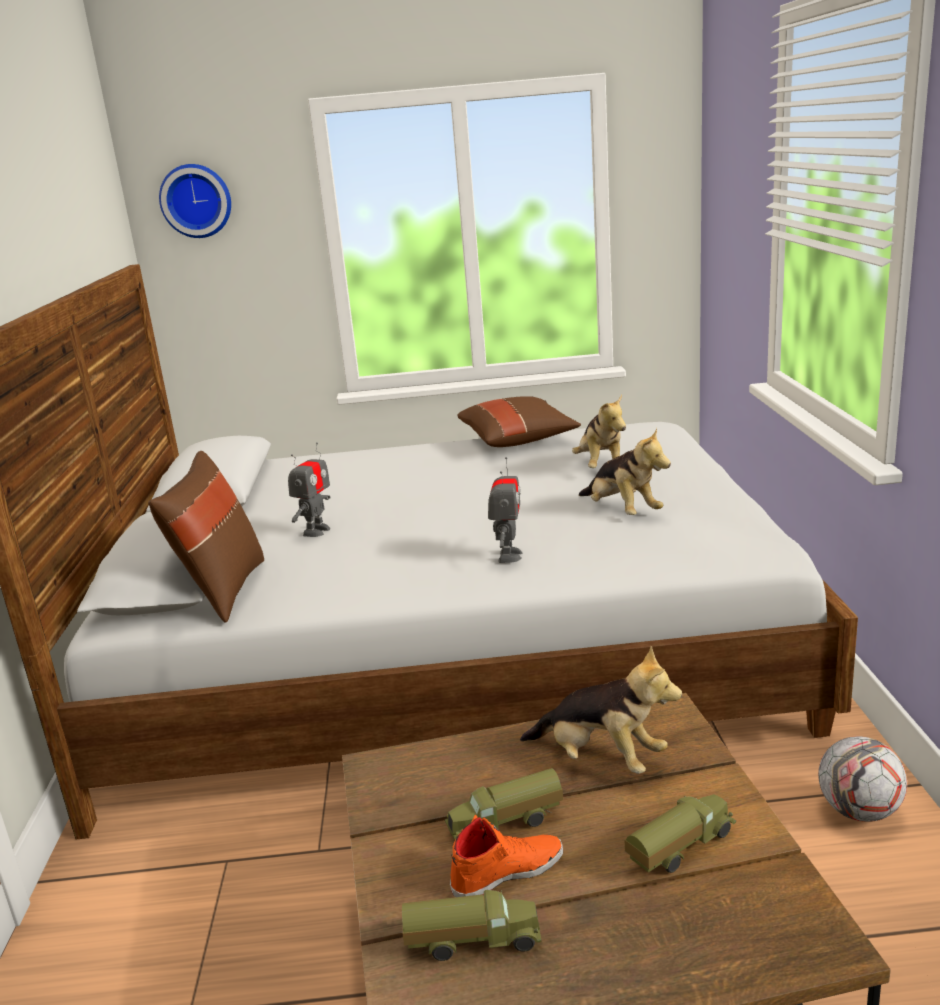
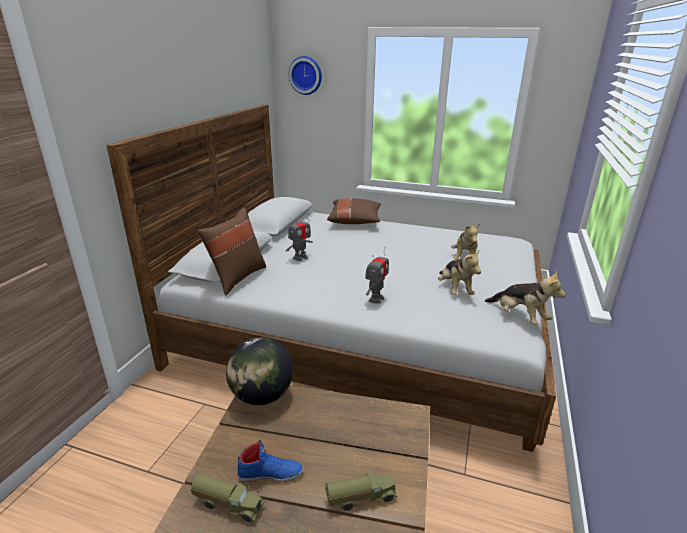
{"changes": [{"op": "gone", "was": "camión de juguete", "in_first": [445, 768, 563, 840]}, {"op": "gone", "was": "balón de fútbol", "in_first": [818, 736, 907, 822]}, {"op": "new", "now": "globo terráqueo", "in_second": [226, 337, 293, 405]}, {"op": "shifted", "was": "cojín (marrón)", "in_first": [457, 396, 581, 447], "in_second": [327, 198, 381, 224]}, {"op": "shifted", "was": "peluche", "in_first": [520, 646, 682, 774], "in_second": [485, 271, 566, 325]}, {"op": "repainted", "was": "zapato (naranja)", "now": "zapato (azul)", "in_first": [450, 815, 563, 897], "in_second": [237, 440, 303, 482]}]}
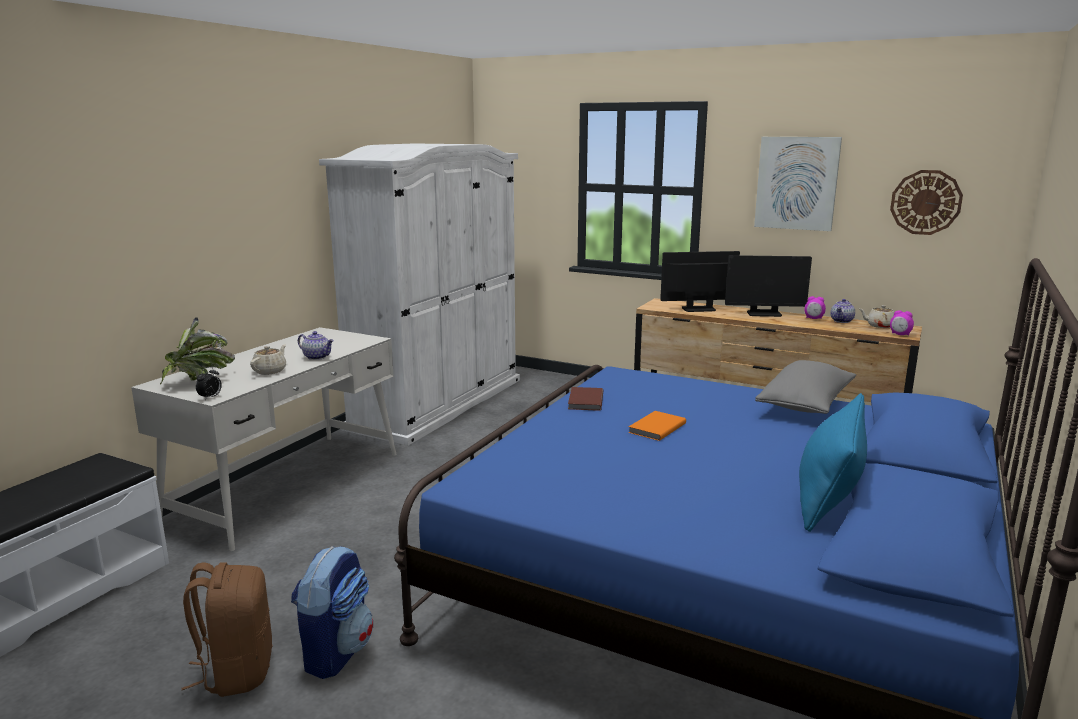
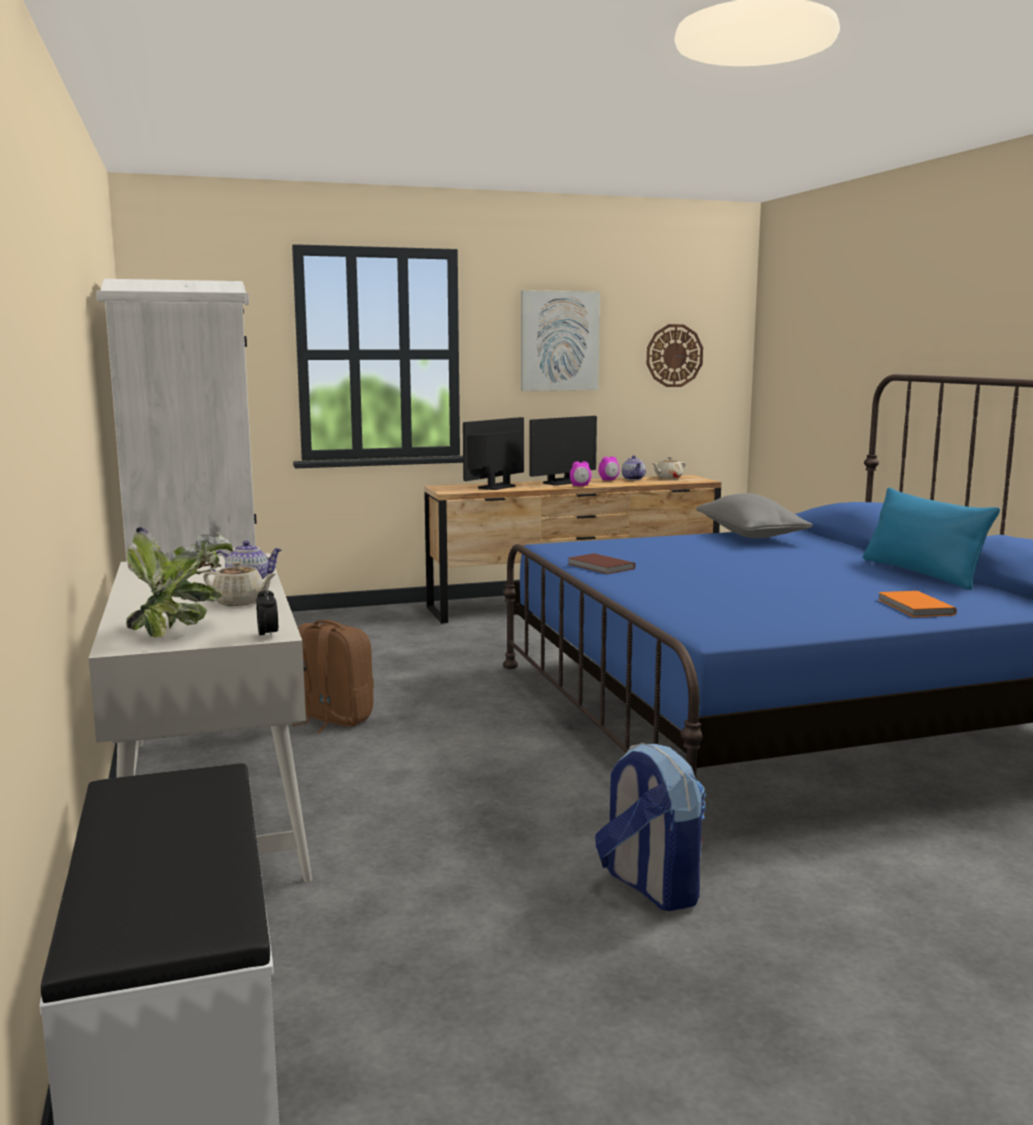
{"changes": [{"op": "shifted", "was": "mochila (marrón)", "in_first": [181, 562, 273, 697], "in_second": [291, 620, 374, 733]}, {"op": "shifted", "was": "libro (naranja)", "in_first": [628, 411, 686, 441], "in_second": [878, 591, 957, 617]}, {"op": "shifted", "was": "despertador", "in_first": [890, 310, 914, 335], "in_second": [570, 461, 592, 486]}, {"op": "rotated", "was": "tetera (beis)", "in_first": [250, 344, 286, 375], "in_second": [203, 561, 276, 606], "clockwise": 135}]}
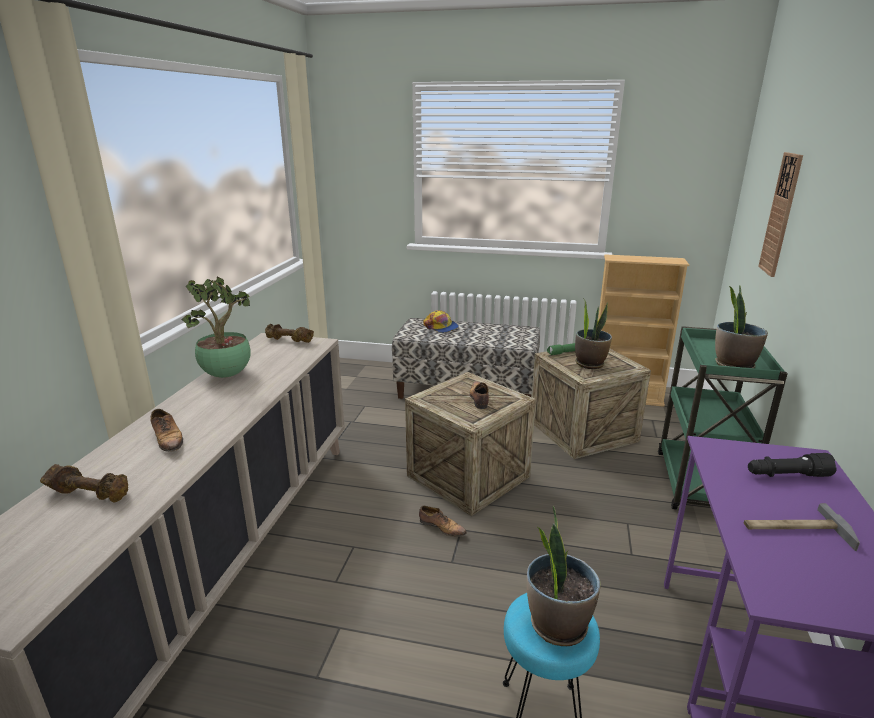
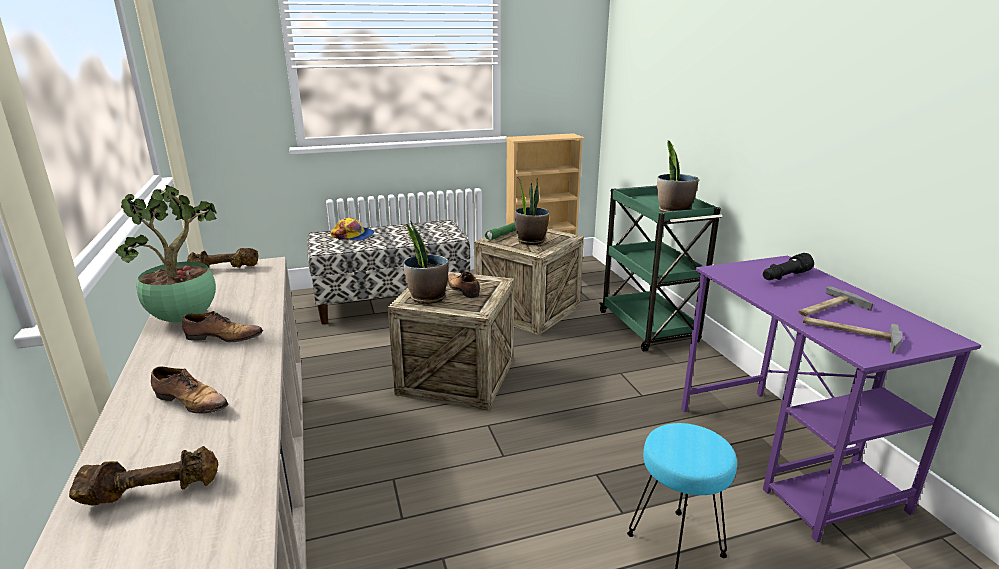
{"changes": [{"op": "gone", "was": "reloj de pared", "in_first": [758, 152, 803, 277]}, {"op": "new", "now": "martillo", "in_second": [803, 317, 903, 354]}, {"op": "shifted", "was": "zapato", "in_first": [419, 506, 467, 537], "in_second": [182, 311, 263, 342]}, {"op": "shifted", "was": "planta en maceta", "in_first": [527, 506, 601, 646], "in_second": [403, 220, 449, 304]}]}
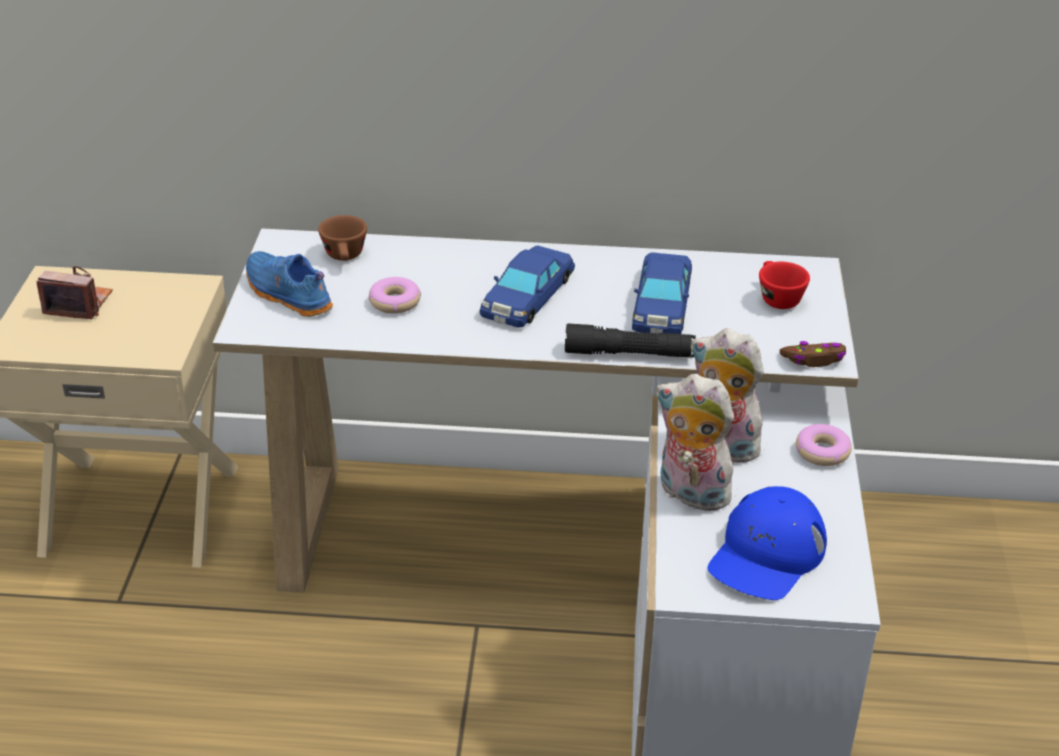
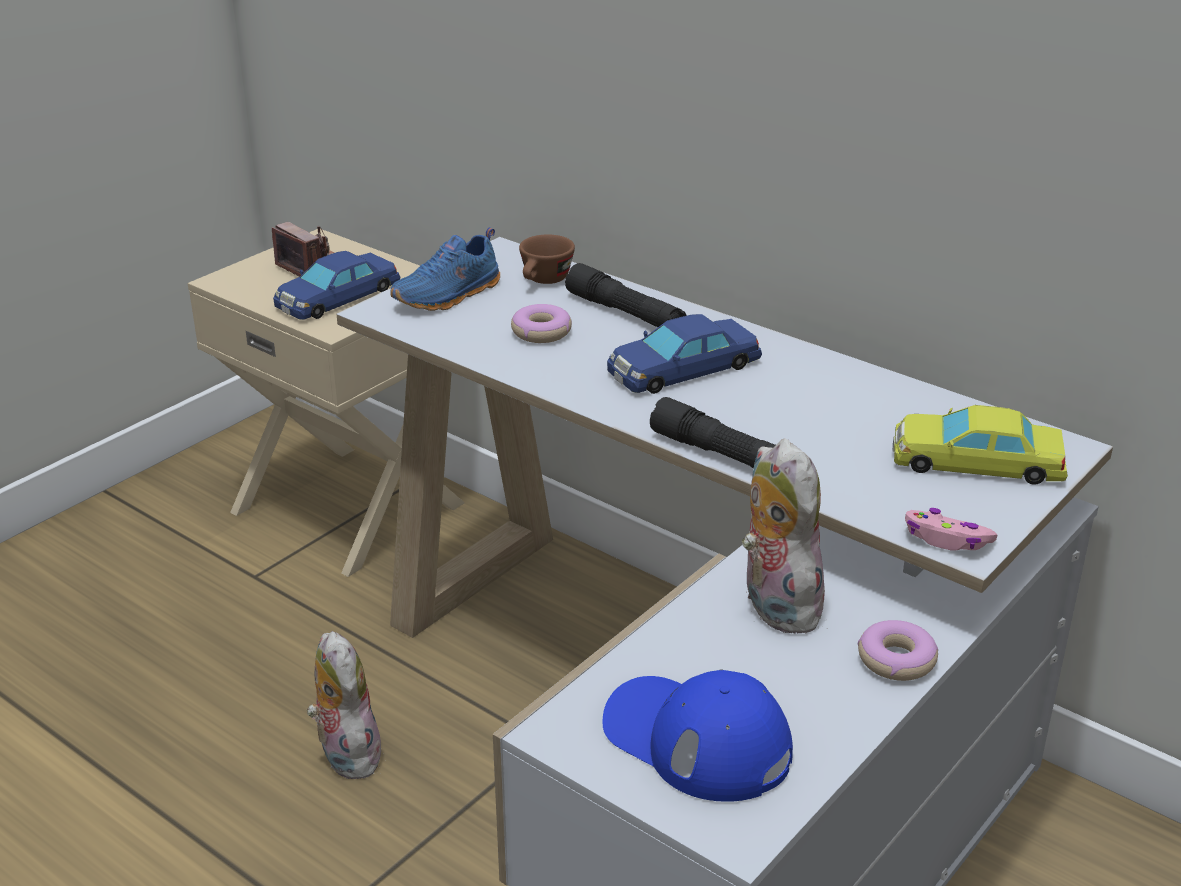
{"changes": [{"op": "new", "now": "linterna (negro)", "in_second": [565, 263, 686, 327]}, {"op": "shifted", "was": "coche de juguete (azul)", "in_first": [632, 252, 692, 334], "in_second": [273, 251, 400, 320]}, {"op": "shifted", "was": "peluche", "in_first": [656, 374, 740, 511], "in_second": [307, 631, 381, 779]}, {"op": "swapped", "was": "taza (rojo)", "now": "coche de juguete (amarillo)", "in_first": [759, 261, 810, 309], "in_second": [893, 405, 1068, 485]}, {"op": "repainted", "was": "mando de consola (marrón)", "now": "mando de consola (rosa)", "in_first": [780, 341, 846, 367], "in_second": [905, 508, 997, 551]}, {"op": "rotated", "was": "zapato (azul)", "in_first": [246, 251, 333, 317], "in_second": [390, 227, 500, 311], "clockwise": -120}, {"op": "rotated", "was": "gorra (azul)", "in_first": [708, 486, 827, 600], "in_second": [603, 670, 793, 802], "clockwise": 60}]}
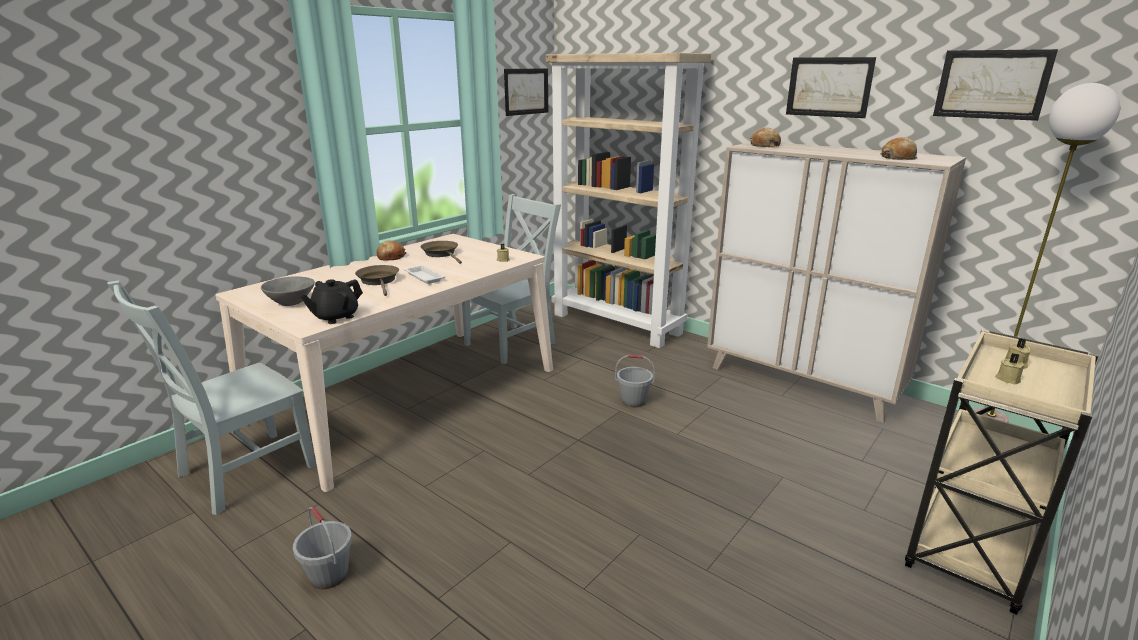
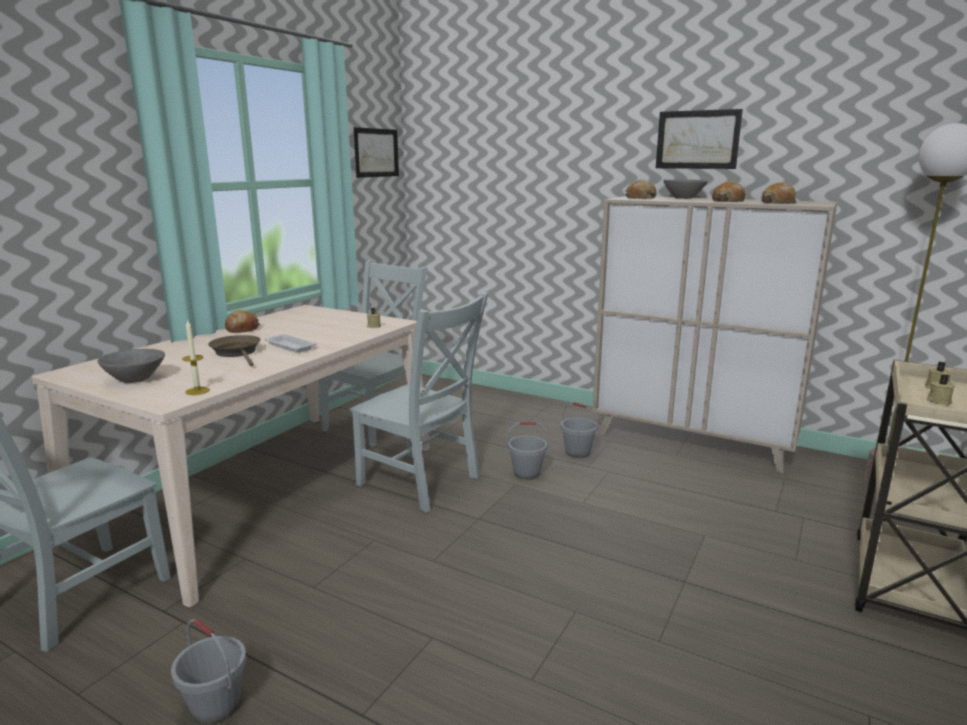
{"changes": [{"op": "gone", "was": "sartén (marrón)", "in_first": [421, 241, 462, 264]}, {"op": "gone", "was": "estantería (beis)", "in_first": [546, 53, 711, 348]}, {"op": "gone", "was": "cuadro", "in_first": [933, 49, 1058, 121]}, {"op": "new", "now": "silla (gris)", "in_second": [350, 293, 488, 512]}, {"op": "new", "now": "cubo (gris)", "in_second": [561, 402, 598, 458]}, {"op": "new", "now": "cuenco (gris)", "in_second": [663, 179, 708, 199]}, {"op": "new", "now": "pan", "in_second": [712, 181, 746, 202]}, {"op": "swapped", "was": "tetera (negro)", "now": "vela", "in_first": [300, 279, 363, 324], "in_second": [182, 319, 210, 395]}]}
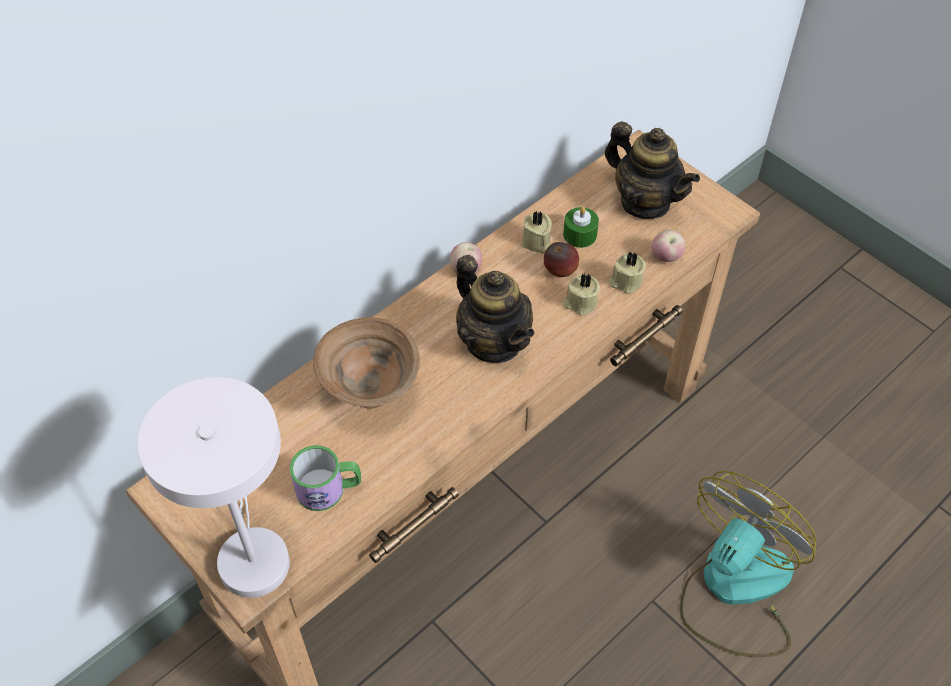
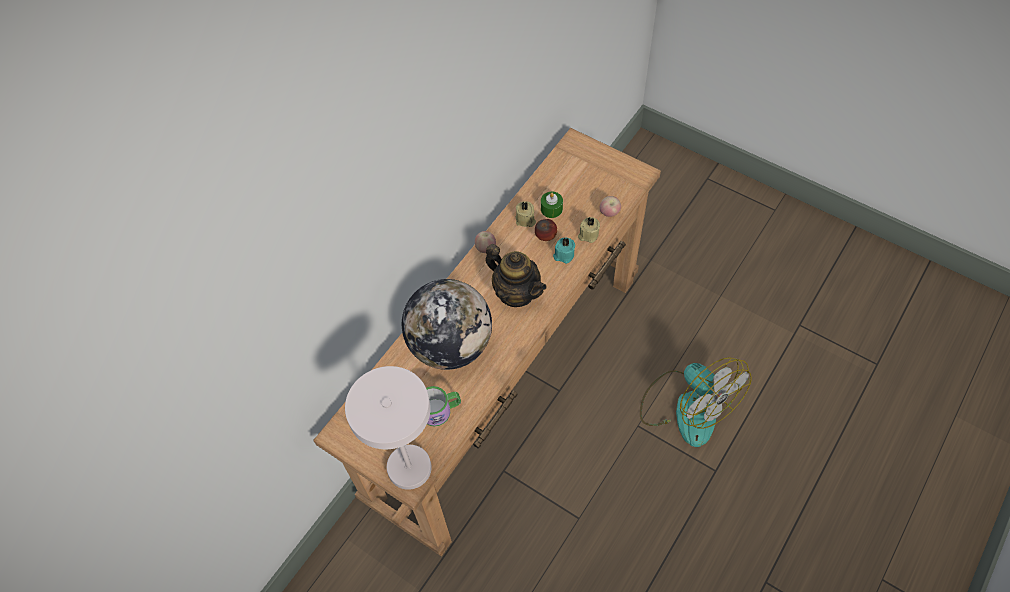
{"changes": [{"op": "gone", "was": "tetera", "in_first": [605, 122, 700, 219]}, {"op": "swapped", "was": "cuenco (marrón)", "now": "globo terráqueo", "in_first": [313, 317, 420, 409], "in_second": [402, 279, 492, 370]}, {"op": "repainted", "was": "vela (beis)", "now": "vela (turquesa)", "in_first": [564, 273, 600, 316], "in_second": [553, 237, 575, 264]}, {"op": "rotated", "was": "ventilador", "in_first": [680, 471, 816, 657], "in_second": [640, 357, 752, 447], "clockwise": 120}]}
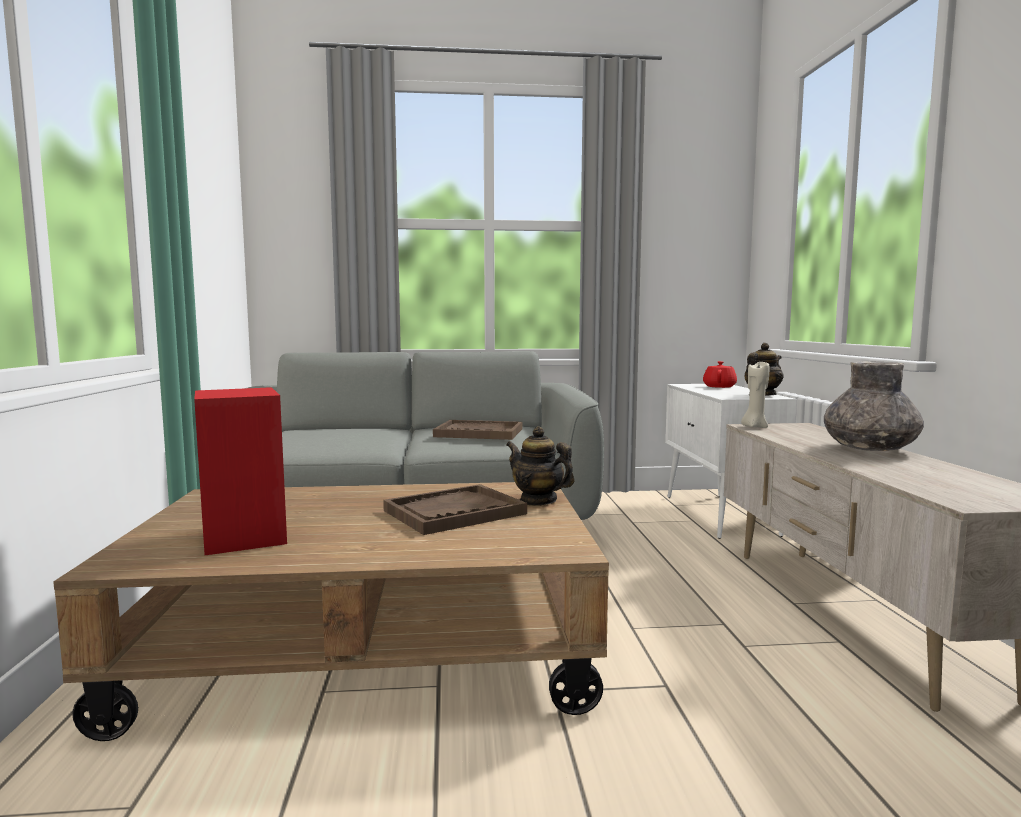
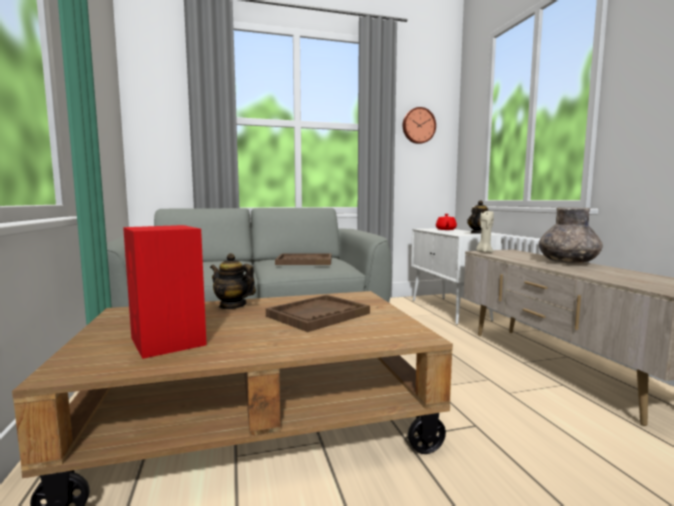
{"changes": [{"op": "new", "now": "reloj de pared", "in_second": [403, 107, 436, 144]}, {"op": "shifted", "was": "tetera", "in_first": [506, 426, 574, 506], "in_second": [210, 253, 256, 309]}]}
